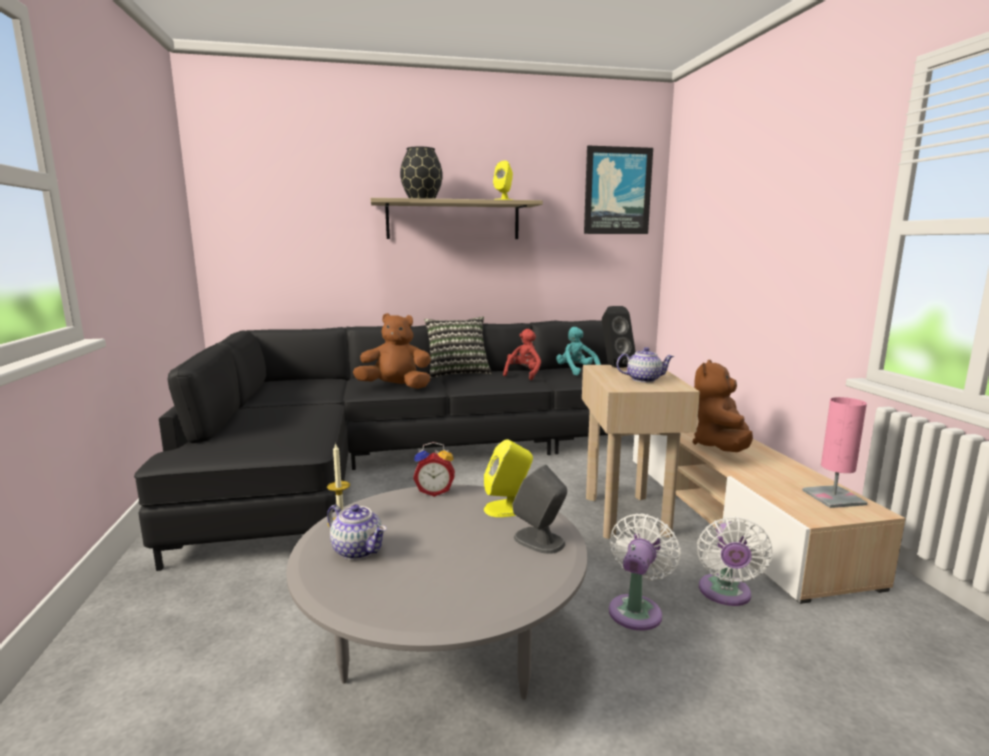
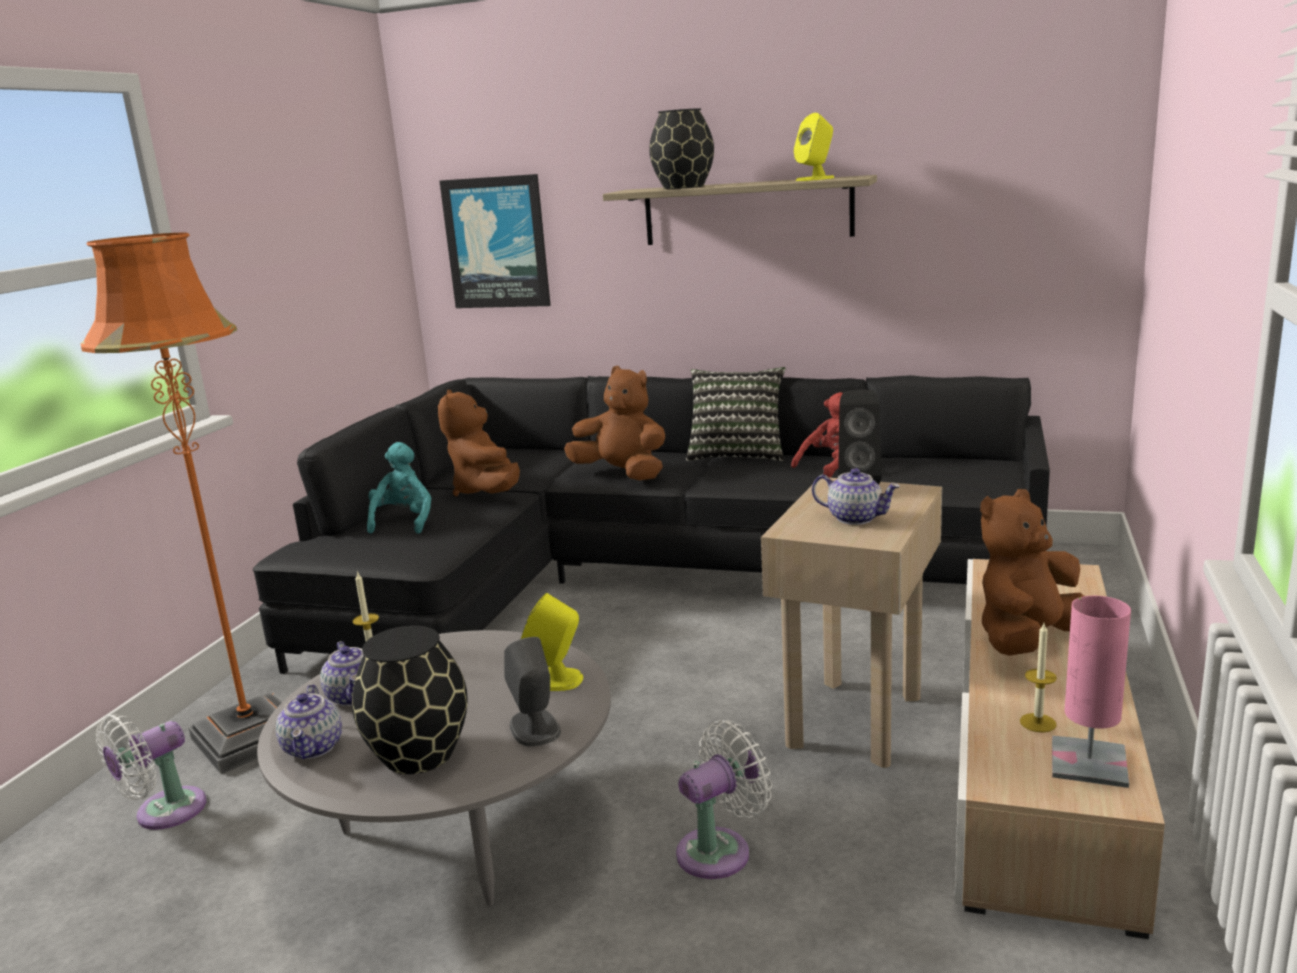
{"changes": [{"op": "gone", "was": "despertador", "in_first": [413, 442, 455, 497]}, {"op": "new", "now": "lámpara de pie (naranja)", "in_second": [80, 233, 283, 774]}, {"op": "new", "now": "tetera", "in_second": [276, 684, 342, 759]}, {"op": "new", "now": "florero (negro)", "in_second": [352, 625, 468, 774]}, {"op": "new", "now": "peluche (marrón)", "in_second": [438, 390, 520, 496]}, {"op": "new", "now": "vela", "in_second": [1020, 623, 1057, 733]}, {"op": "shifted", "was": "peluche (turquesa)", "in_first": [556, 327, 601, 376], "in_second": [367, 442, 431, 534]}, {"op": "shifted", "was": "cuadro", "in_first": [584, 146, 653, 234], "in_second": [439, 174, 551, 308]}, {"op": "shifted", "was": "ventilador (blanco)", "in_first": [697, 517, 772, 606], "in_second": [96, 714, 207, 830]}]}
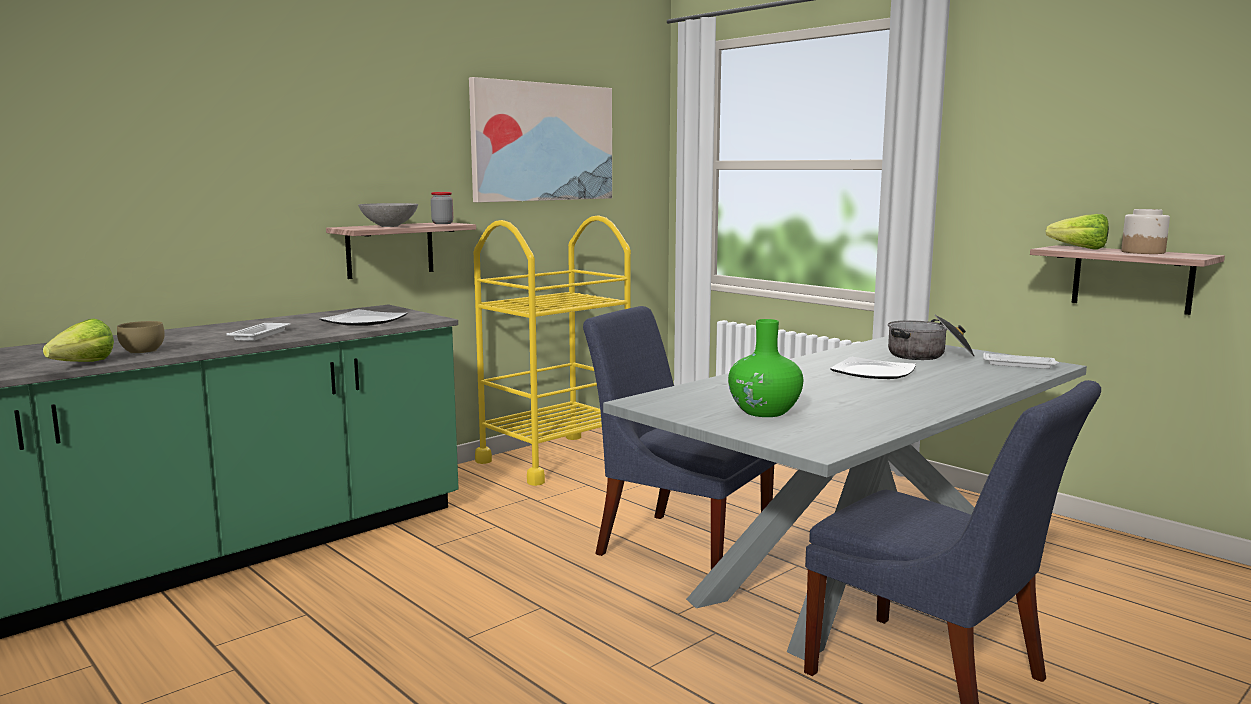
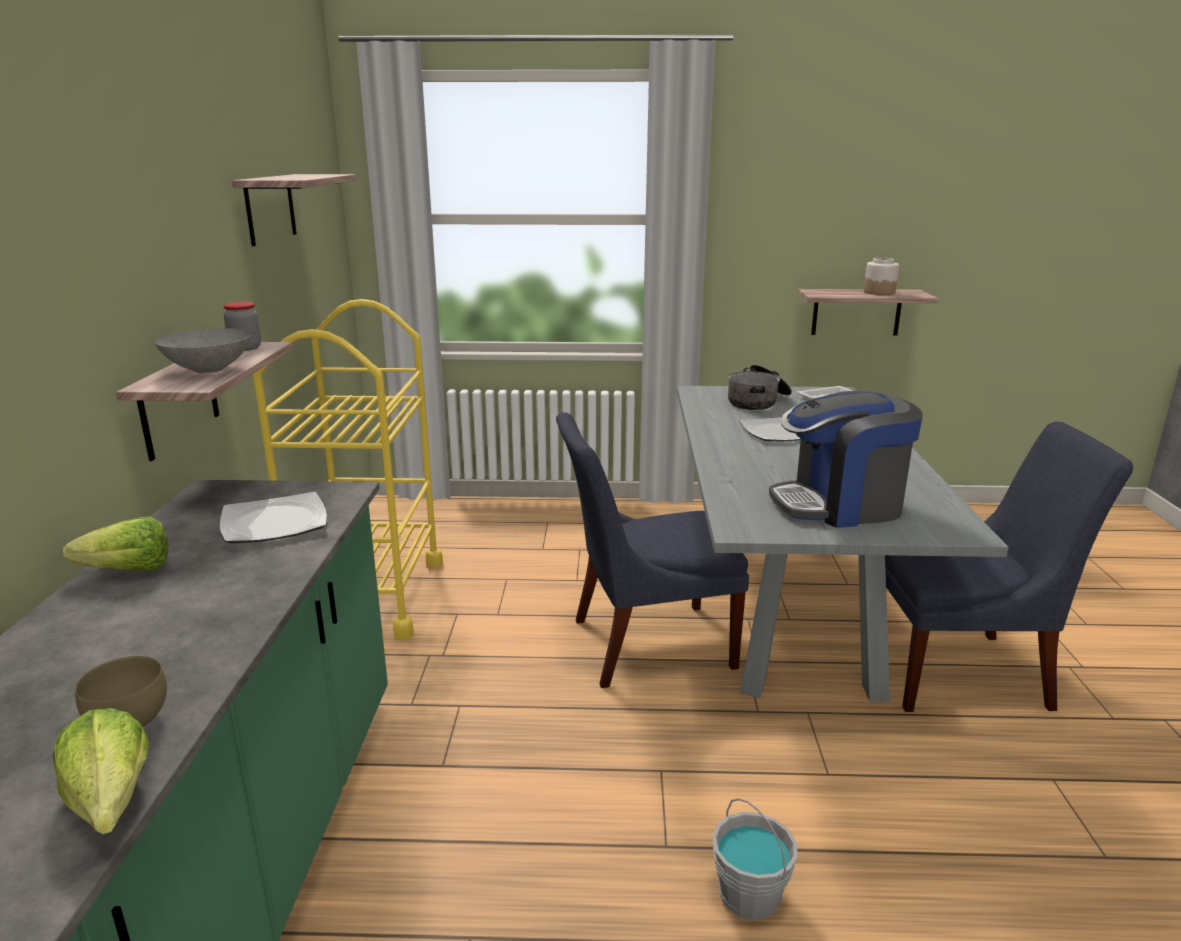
{"changes": [{"op": "gone", "was": "bandeja (blanco)", "in_first": [226, 323, 290, 341]}, {"op": "new", "now": "cubo (gris)", "in_second": [712, 798, 798, 920]}, {"op": "shifted", "was": "lechuga", "in_first": [1045, 214, 1109, 250], "in_second": [63, 517, 169, 571]}, {"op": "swapped", "was": "cuadro", "now": "estante", "in_first": [469, 77, 612, 202], "in_second": [232, 174, 356, 246]}, {"op": "swapped", "was": "florero (verde)", "now": "cafetera", "in_first": [728, 319, 803, 417], "in_second": [769, 391, 923, 528]}]}
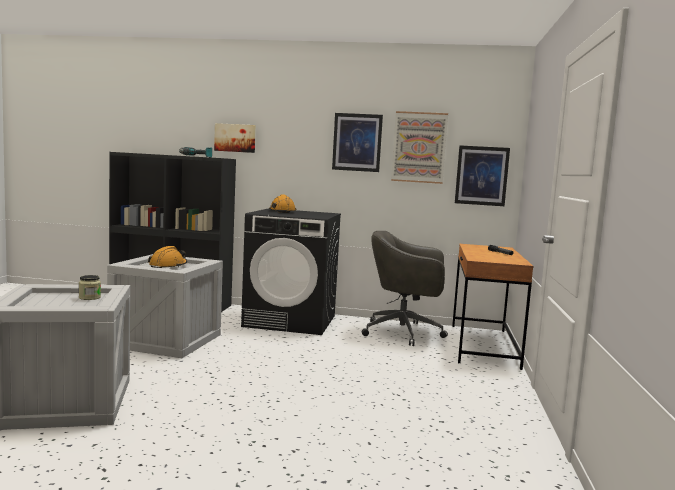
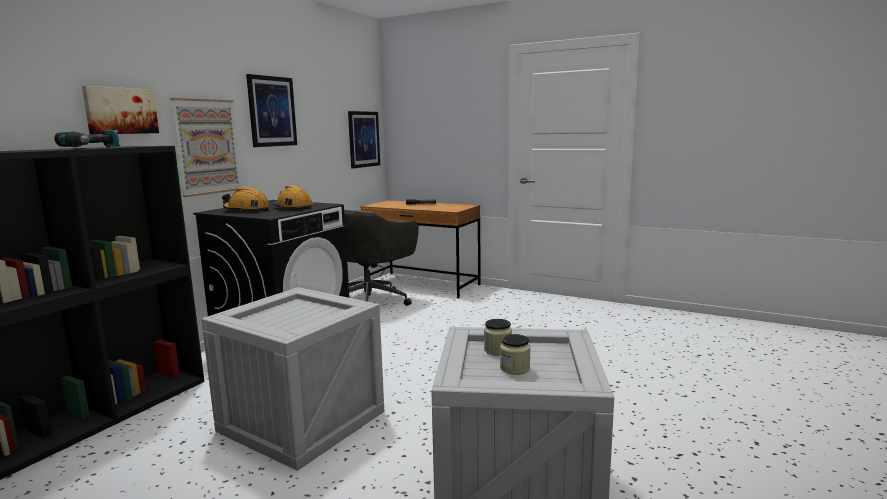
{"changes": [{"op": "new", "now": "tarro", "in_second": [500, 334, 531, 375]}, {"op": "shifted", "was": "casco (naranja)", "in_first": [148, 246, 187, 268], "in_second": [274, 185, 313, 210]}, {"op": "shifted", "was": "cuadro", "in_first": [391, 111, 448, 184], "in_second": [170, 98, 241, 197]}]}
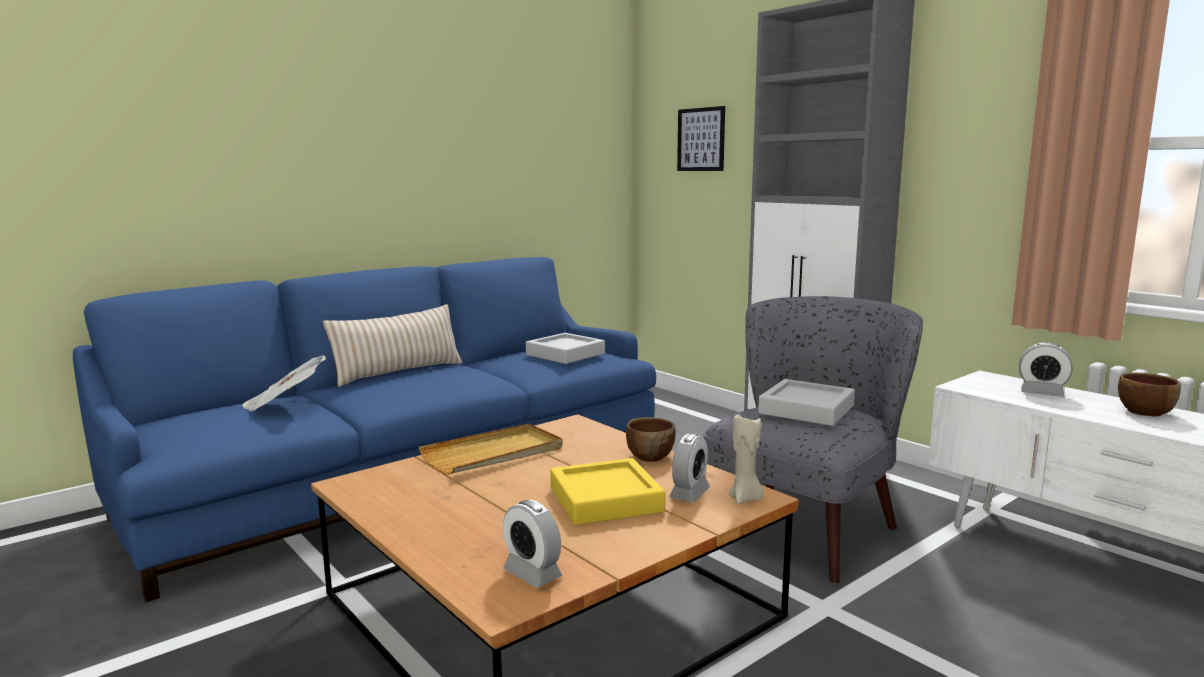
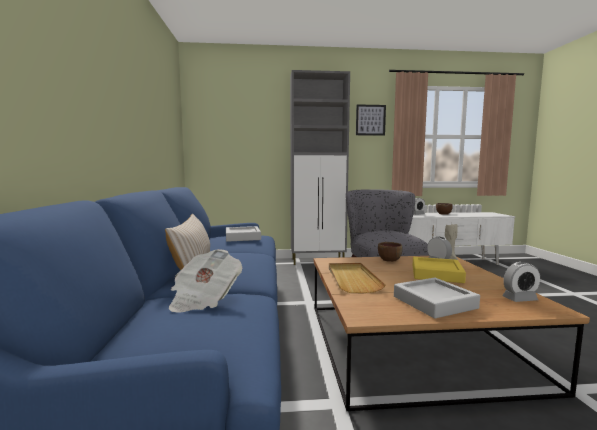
{"changes": [{"op": "shifted", "was": "cuadro", "in_first": [677, 106, 725, 171], "in_second": [356, 104, 386, 136]}, {"op": "shifted", "was": "bandeja (gris)", "in_first": [758, 379, 855, 426], "in_second": [394, 277, 480, 319]}]}
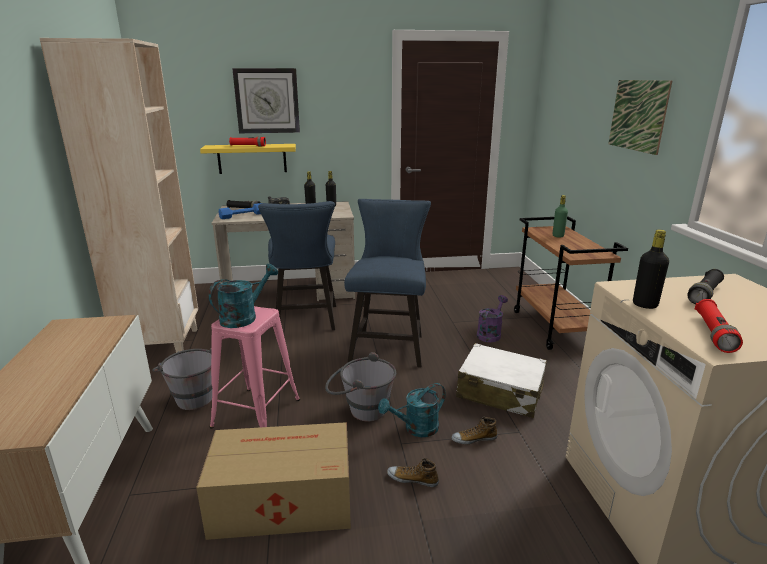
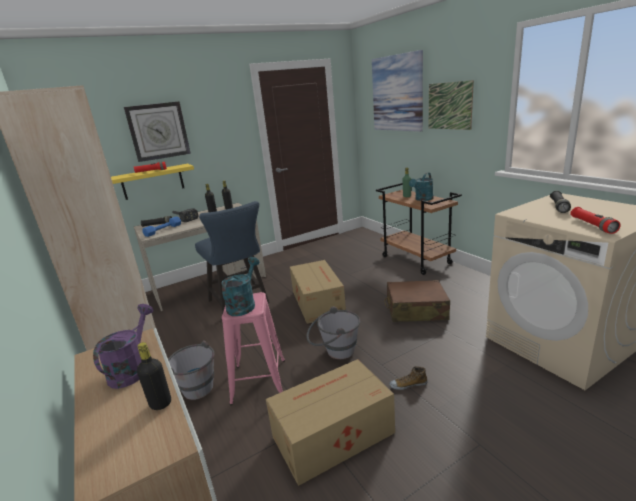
{"changes": [{"op": "gone", "was": "zapato", "in_first": [451, 417, 498, 444]}, {"op": "new", "now": "cuadro", "in_second": [372, 50, 423, 132]}, {"op": "shifted", "was": "regadera (turquesa)", "in_first": [378, 383, 446, 437], "in_second": [409, 173, 433, 201]}, {"op": "shifted", "was": "regadera (morado)", "in_first": [477, 295, 508, 342], "in_second": [93, 304, 153, 389]}, {"op": "shifted", "was": "botella (negro)", "in_first": [633, 230, 669, 309], "in_second": [137, 342, 171, 410]}, {"op": "swapped", "was": "silla (azul)", "now": "caja de cartón", "in_first": [344, 199, 431, 367], "in_second": [290, 260, 346, 324]}, {"op": "repainted", "was": "maleta (blanco)", "now": "maleta (marrón)", "in_first": [456, 343, 547, 418], "in_second": [384, 280, 450, 322]}]}
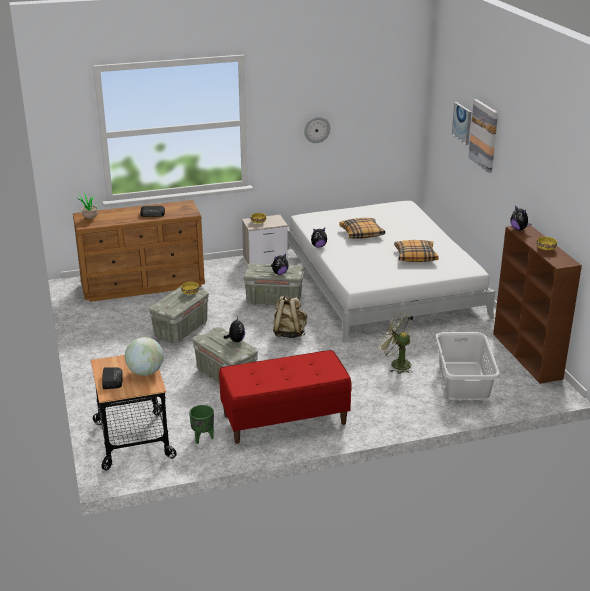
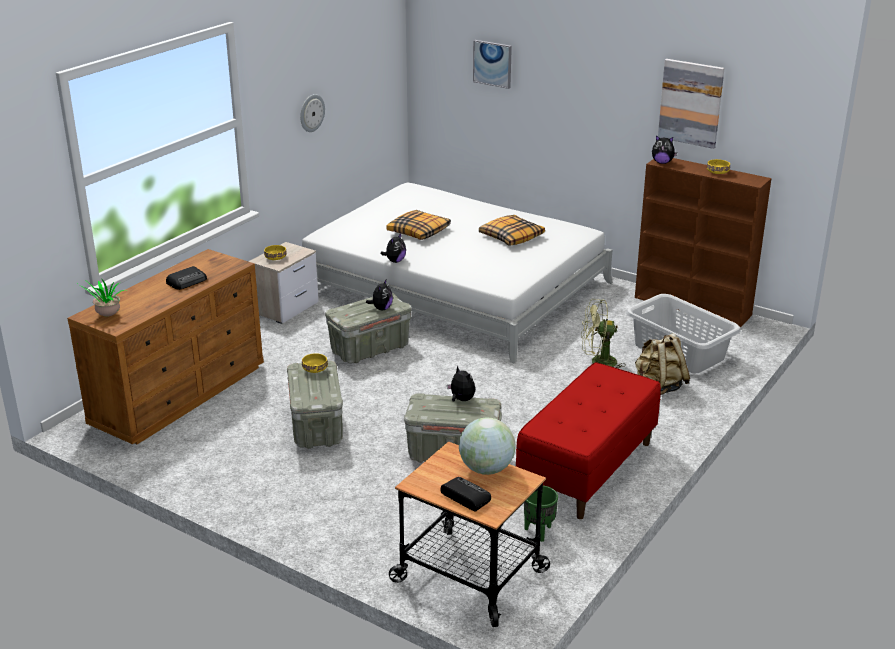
{"changes": [{"op": "shifted", "was": "mochila (beis)", "in_first": [273, 295, 307, 338], "in_second": [635, 333, 690, 395]}, {"op": "shifted", "was": "cuadro", "in_first": [468, 99, 498, 173], "in_second": [658, 59, 725, 149]}]}
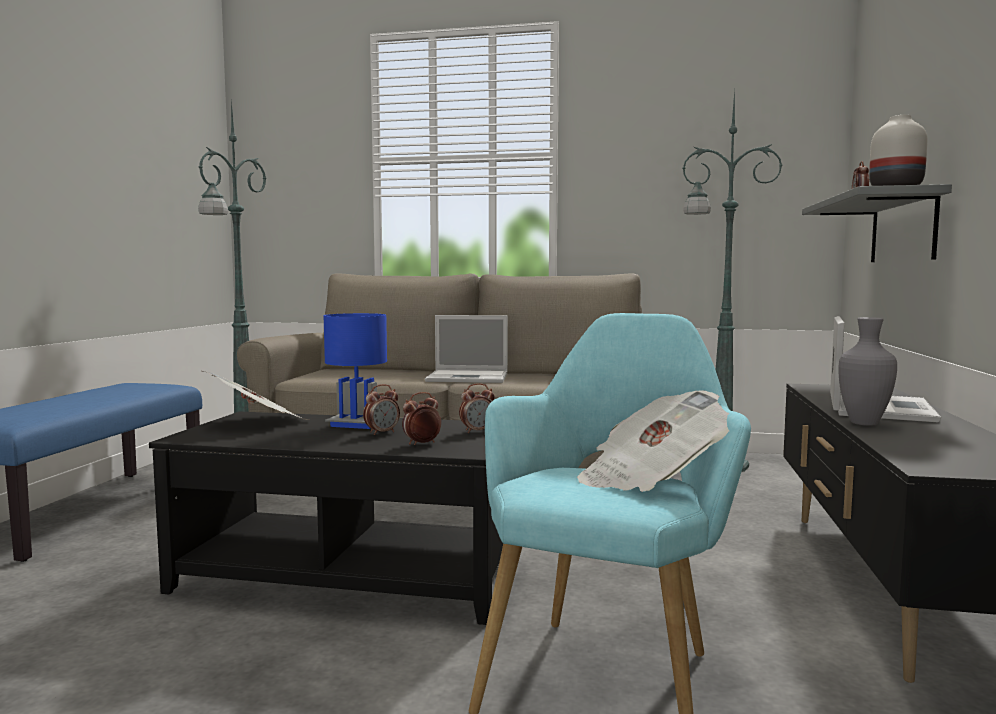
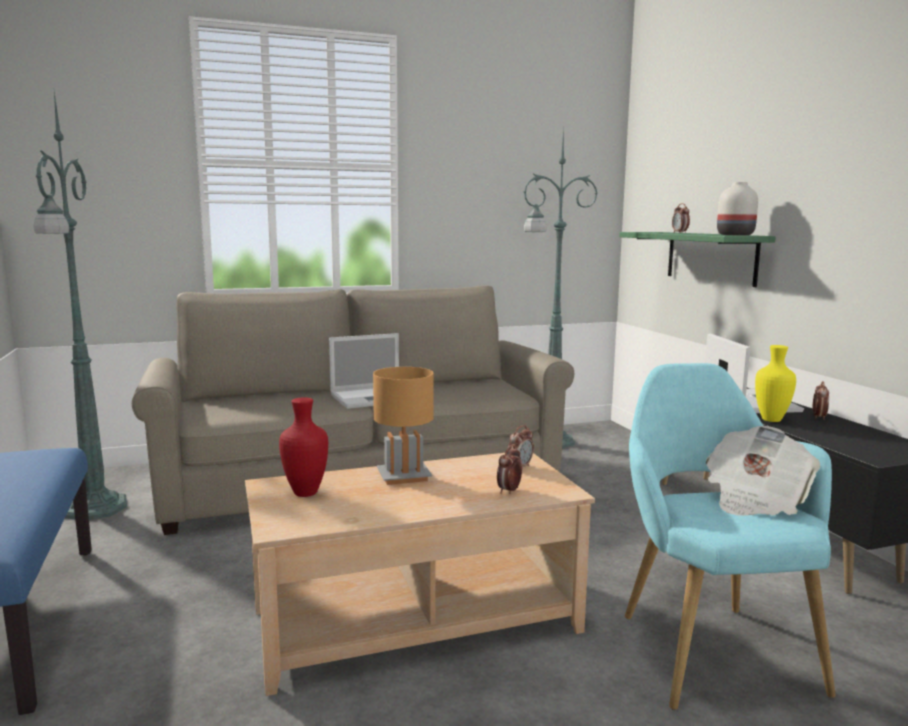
{"changes": [{"op": "shifted", "was": "despertador", "in_first": [363, 384, 400, 435], "in_second": [813, 381, 829, 420]}, {"op": "swapped", "was": "periódico", "now": "florero (rojo)", "in_first": [204, 371, 309, 420], "in_second": [279, 397, 328, 497]}, {"op": "repainted", "was": "mesa de centro (negro)", "now": "mesa de centro (beis)", "in_first": [149, 411, 503, 625], "in_second": [245, 453, 595, 696]}, {"op": "repainted", "was": "lámpara de mesa (azul)", "now": "lámpara de mesa (marrón)", "in_first": [323, 313, 387, 429], "in_second": [373, 367, 434, 485]}, {"op": "repainted", "was": "estante (gris)", "now": "estante (verde)", "in_first": [802, 184, 952, 262], "in_second": [619, 232, 776, 287]}, {"op": "repainted", "was": "florero (gris)", "now": "florero (amarillo)", "in_first": [838, 317, 897, 426], "in_second": [755, 345, 796, 422]}]}
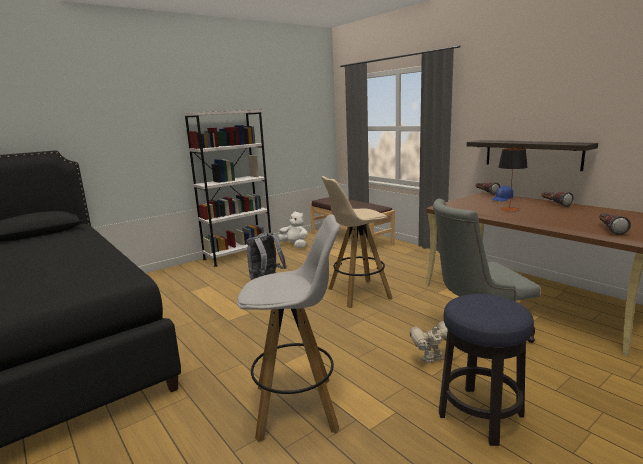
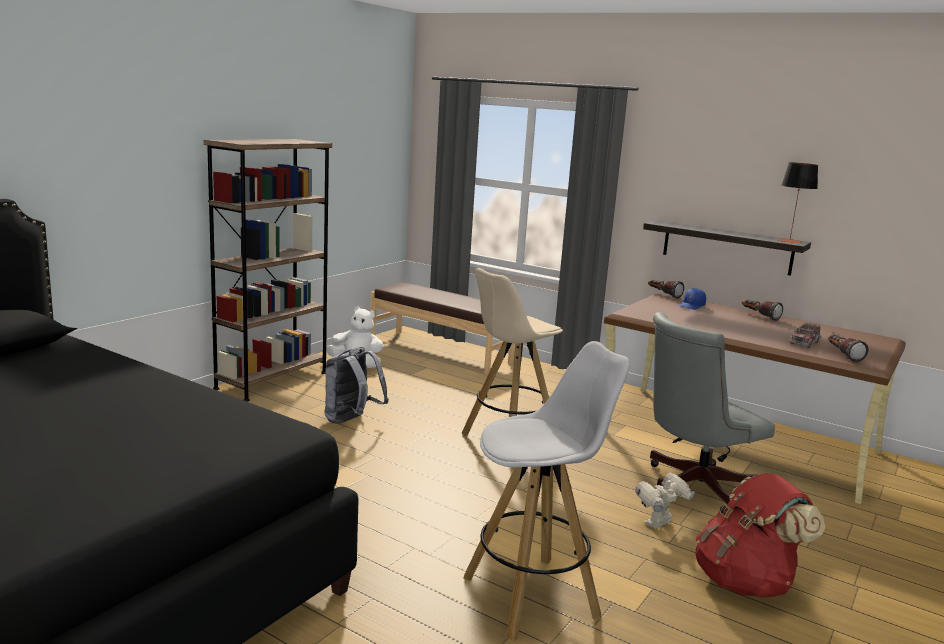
{"changes": [{"op": "new", "now": "camión de juguete", "in_second": [790, 323, 821, 348]}, {"op": "shifted", "was": "lámpara de mesa", "in_first": [499, 148, 528, 212], "in_second": [778, 162, 818, 243]}, {"op": "swapped", "was": "taburete", "now": "mochila (rojo)", "in_first": [439, 294, 534, 446], "in_second": [696, 473, 825, 598]}, {"op": "repainted", "was": "estantería (blanco)", "now": "estantería (marrón)", "in_first": [183, 109, 271, 267], "in_second": [204, 139, 332, 402]}]}
